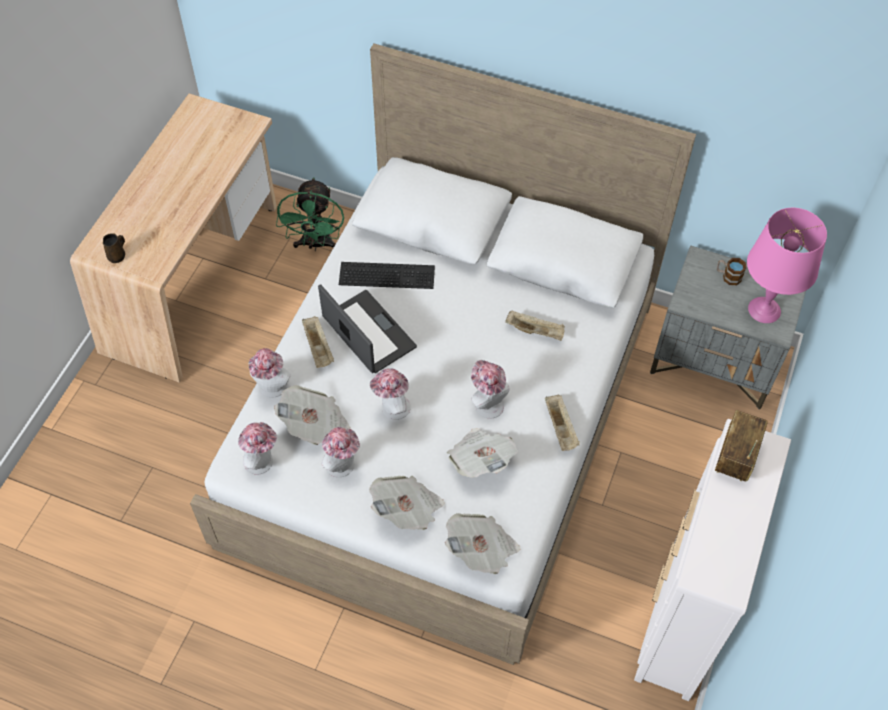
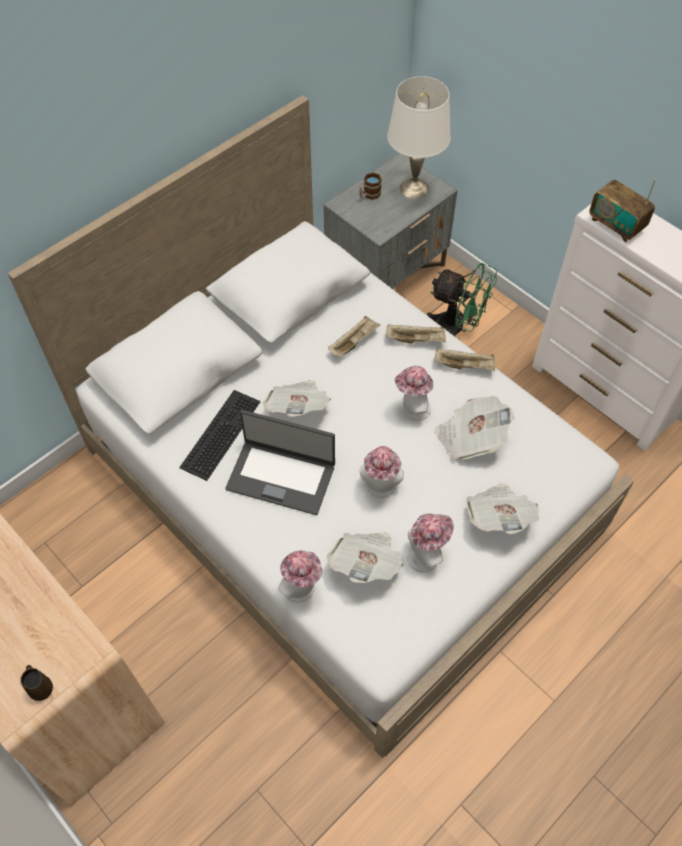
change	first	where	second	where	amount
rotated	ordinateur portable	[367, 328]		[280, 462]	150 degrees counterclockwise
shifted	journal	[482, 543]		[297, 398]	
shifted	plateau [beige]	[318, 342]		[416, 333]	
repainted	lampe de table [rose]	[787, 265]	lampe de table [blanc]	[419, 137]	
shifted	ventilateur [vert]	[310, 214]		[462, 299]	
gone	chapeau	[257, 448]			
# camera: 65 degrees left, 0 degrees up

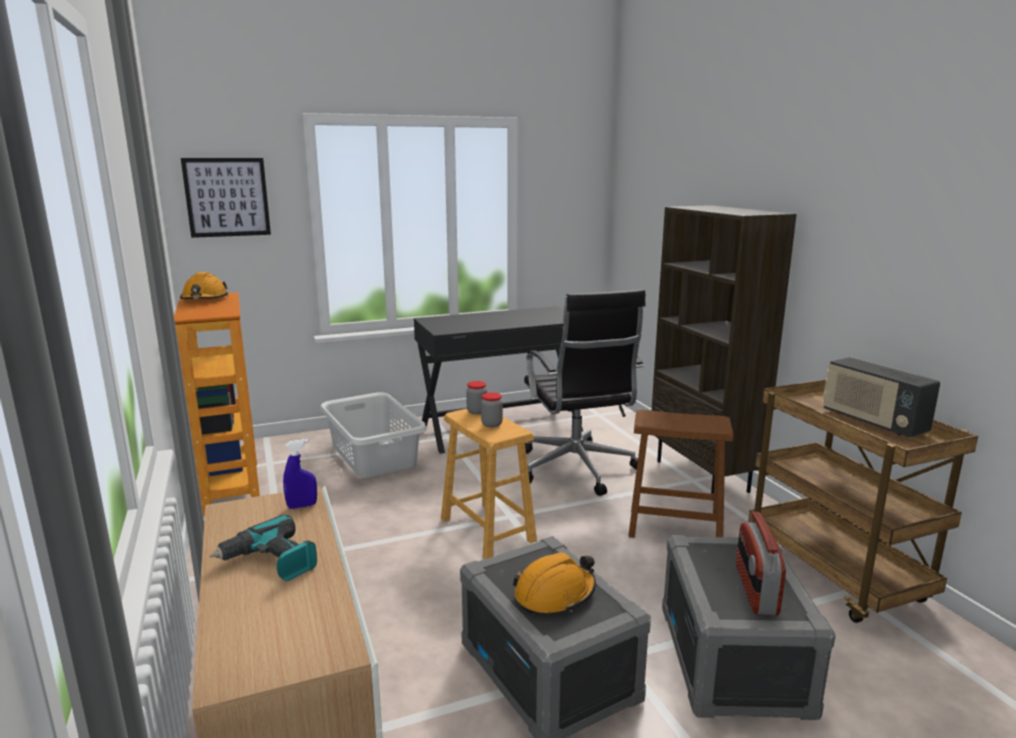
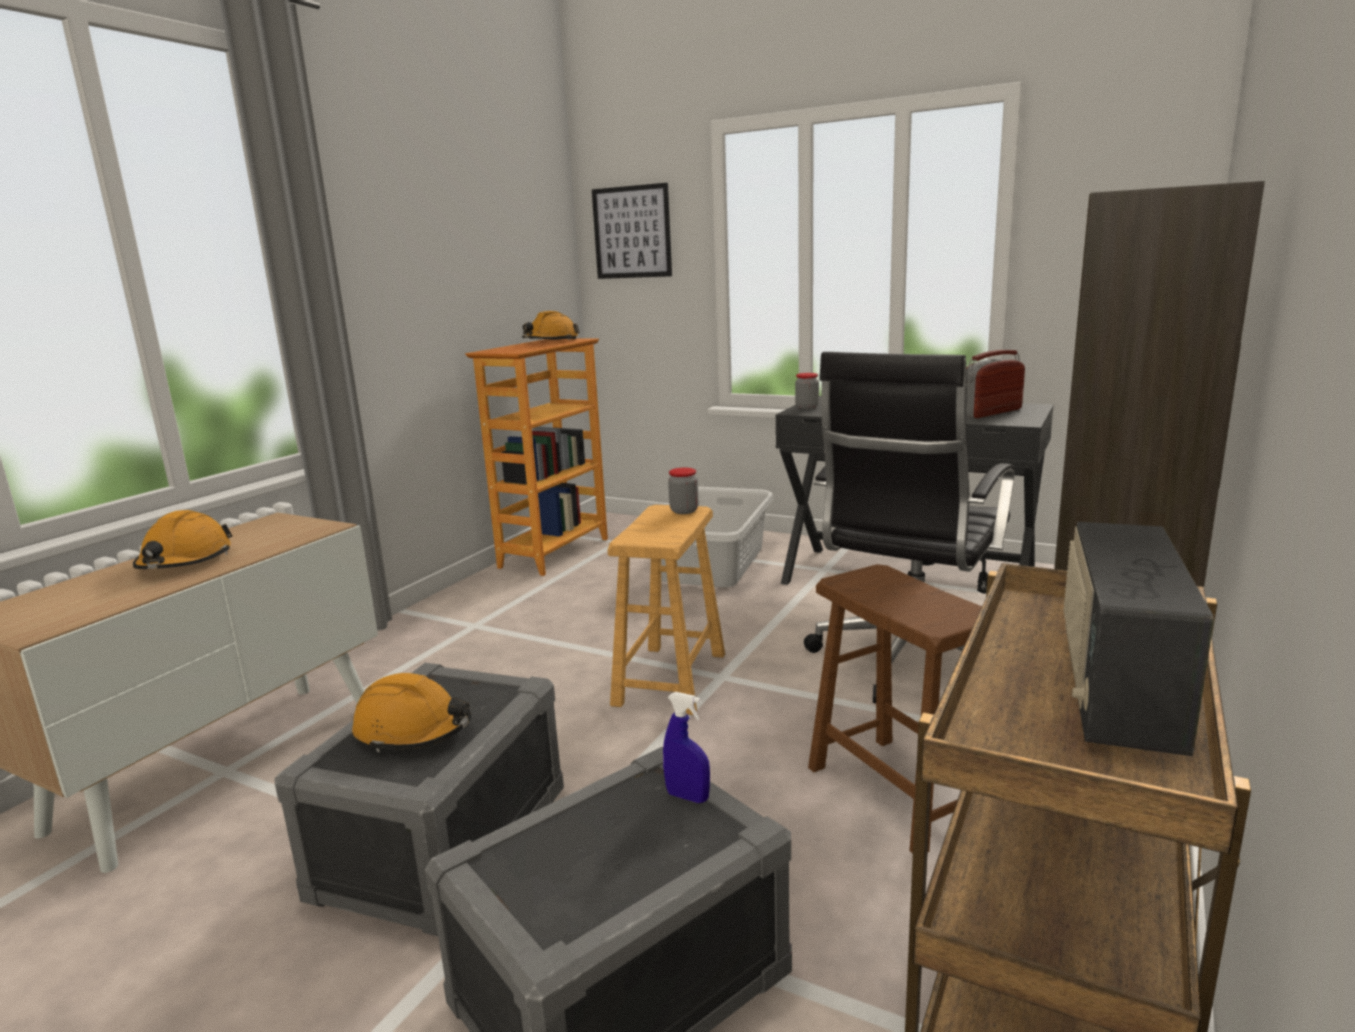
change	first	where	second	where	amount
swapped	perceuse	[263, 548]	casque de chantier [orange]	[182, 539]	
shifted	vaporisateur [bleu]	[300, 474]		[686, 747]	
shifted	bocal	[492, 409]		[807, 391]	
shifted	radio	[761, 564]		[995, 384]	
# camera: 50 degrees right, 0 degrees up

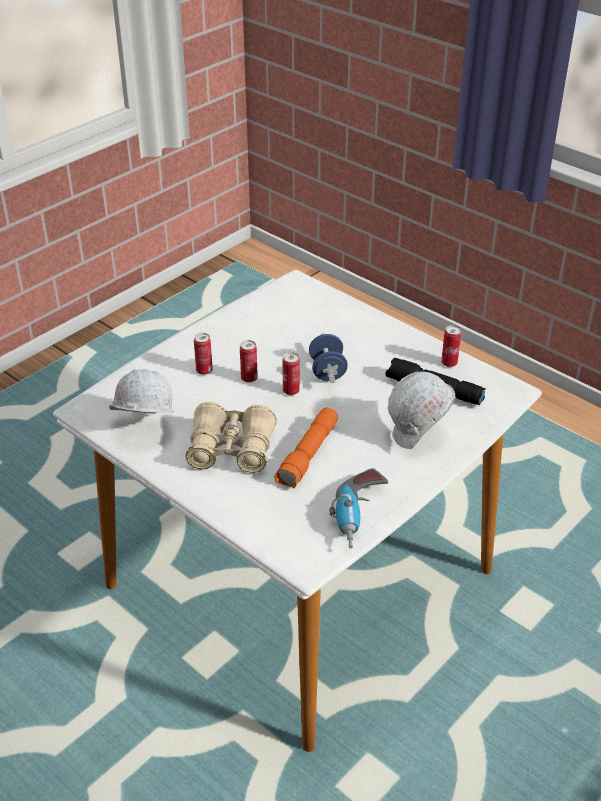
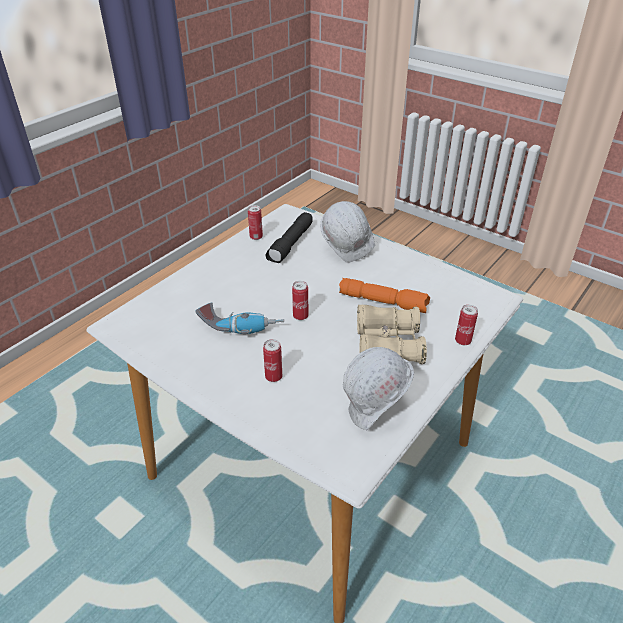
change	first	where	second	where	amount
shifted	perceuse	[358, 508]		[239, 318]	
shifted	boîte métallique	[249, 361]		[466, 325]	
gone	haltère [bleu]	[328, 358]			
# camera: 95 degrees left, 0 degrees up

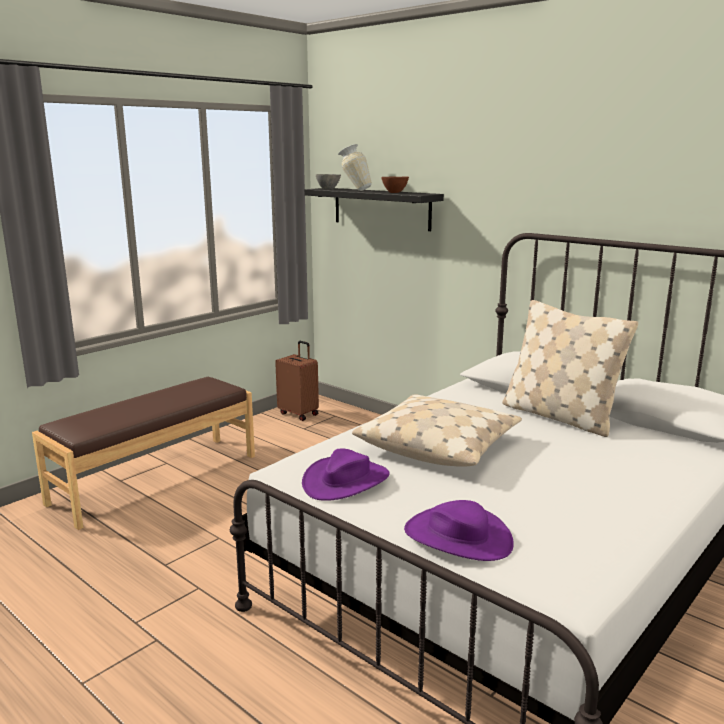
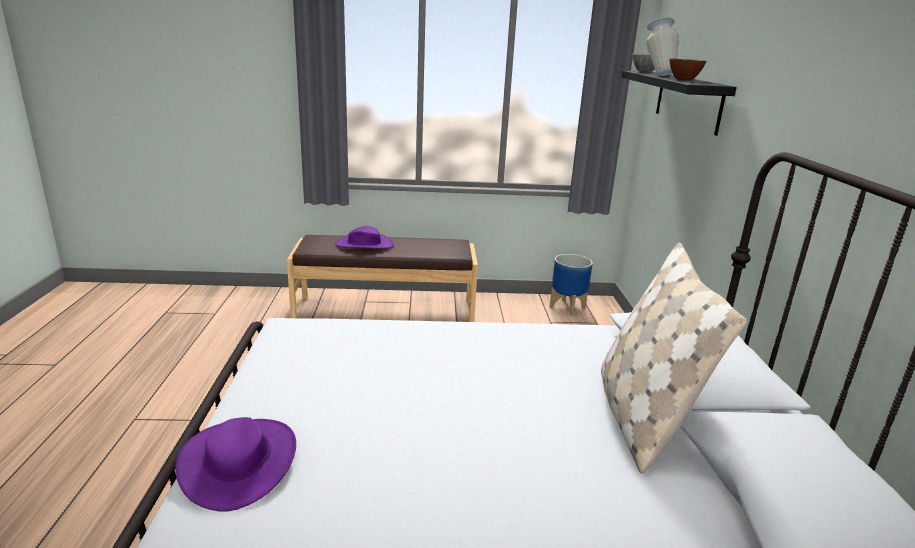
change	first	where	second	where	amount
shifted	chapeau [violet]	[346, 474]		[364, 237]	
swapped	valise [marron]	[297, 381]	cache-pot	[571, 285]	
gone	coussin [beige]	[437, 430]			
# camera: 45 degrees right, 5 degrees up

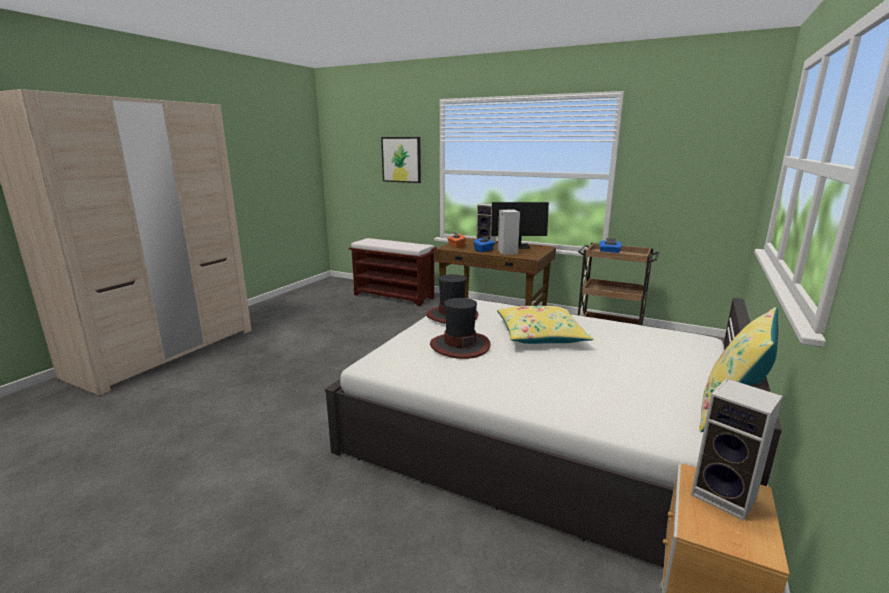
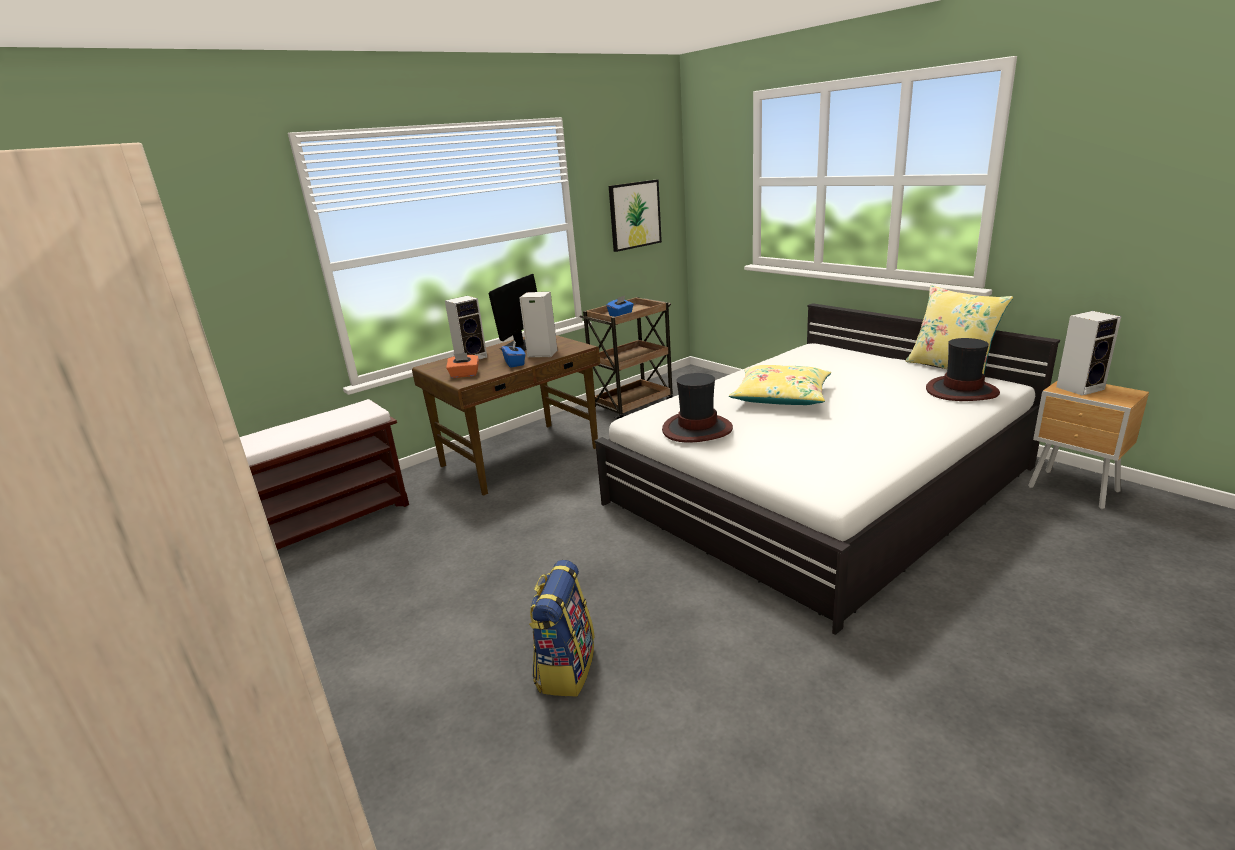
change	first	where	second	where	amount
new			sac à dos	[562, 628]	
shifted	tableau	[401, 160]		[635, 216]	
shifted	chapeau	[460, 328]		[963, 369]	
# camera: 65 degrees left, 5 degrees up

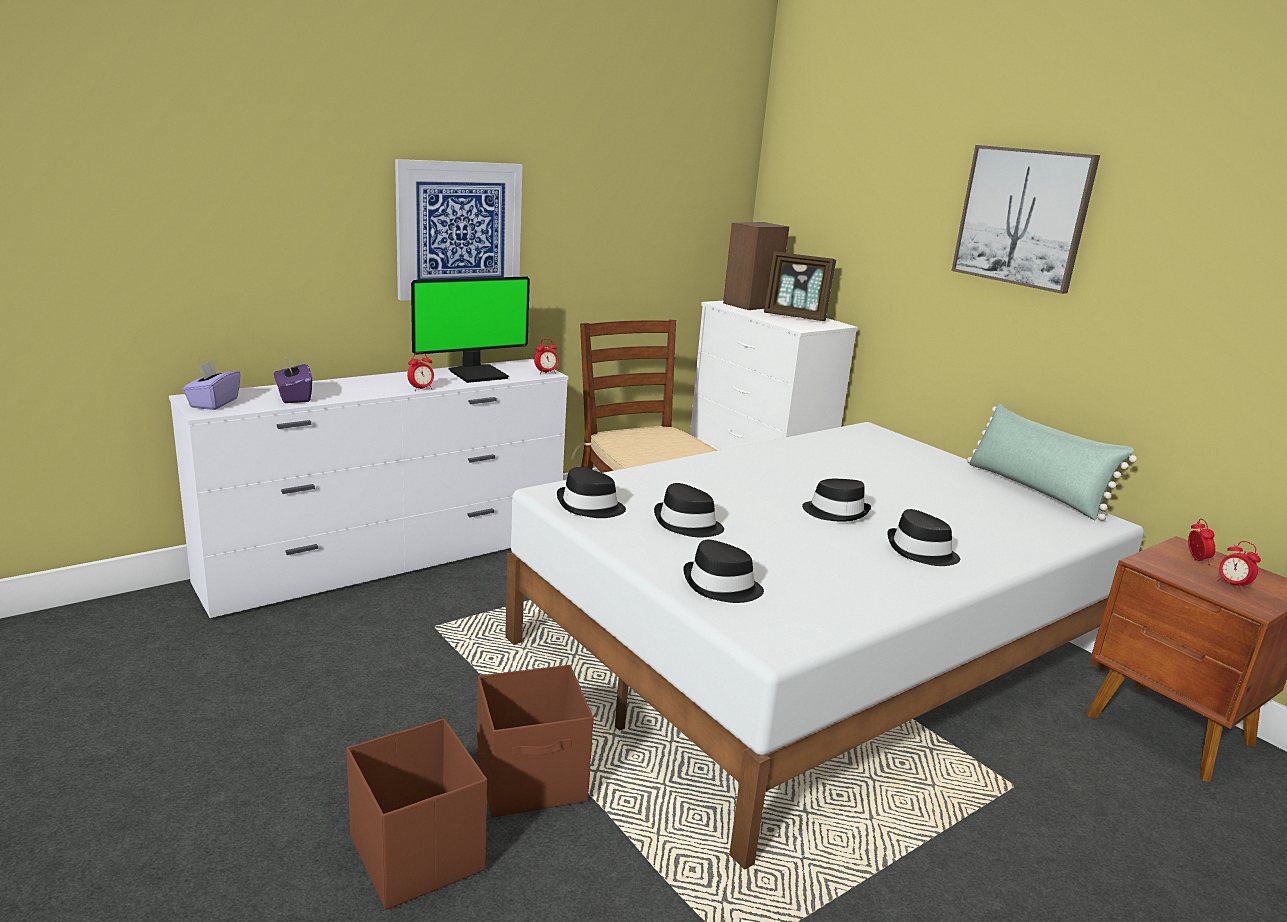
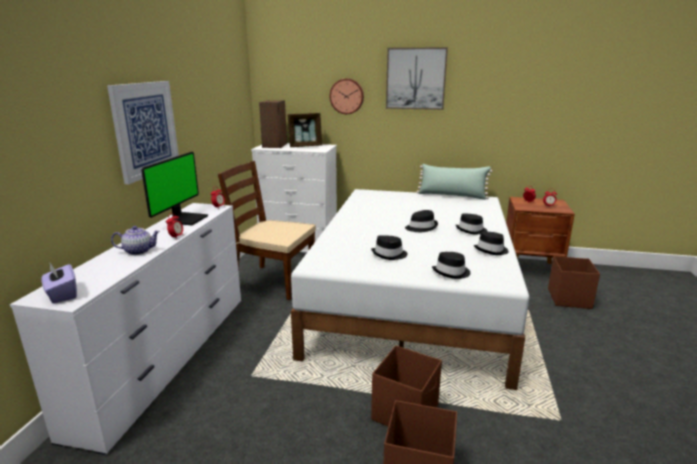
change	first	where	second	where	amount
new			théière	[135, 240]	
new			horloge murale	[346, 96]	
shifted	chapeau [noir]	[591, 492]		[491, 243]	
new			boîte de rangement [marron]	[574, 282]	
gone	boîte à mouchoirs [violet]	[293, 380]			
# camera: 40 degrees left, 0 degrees up

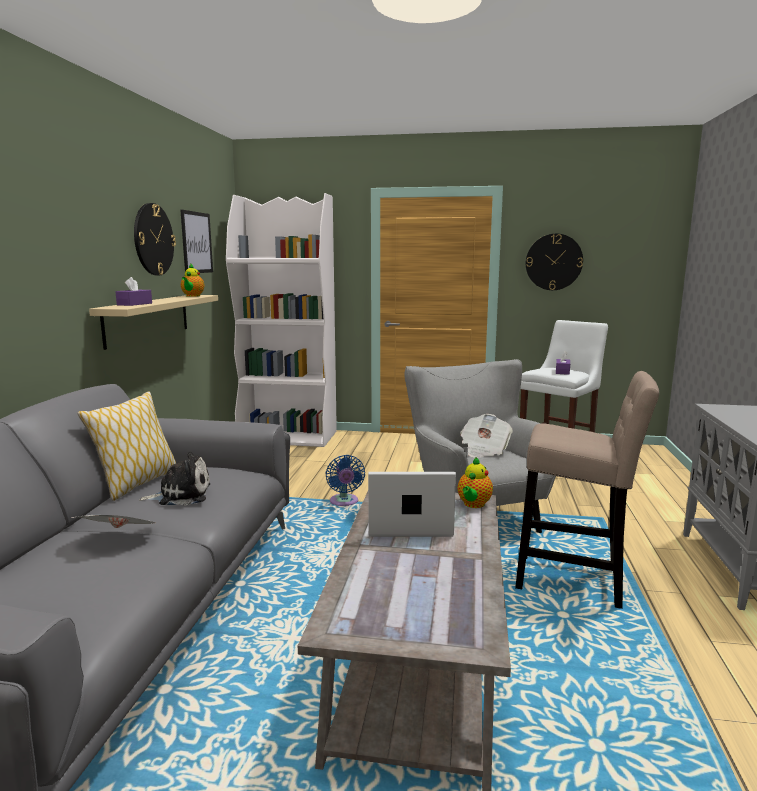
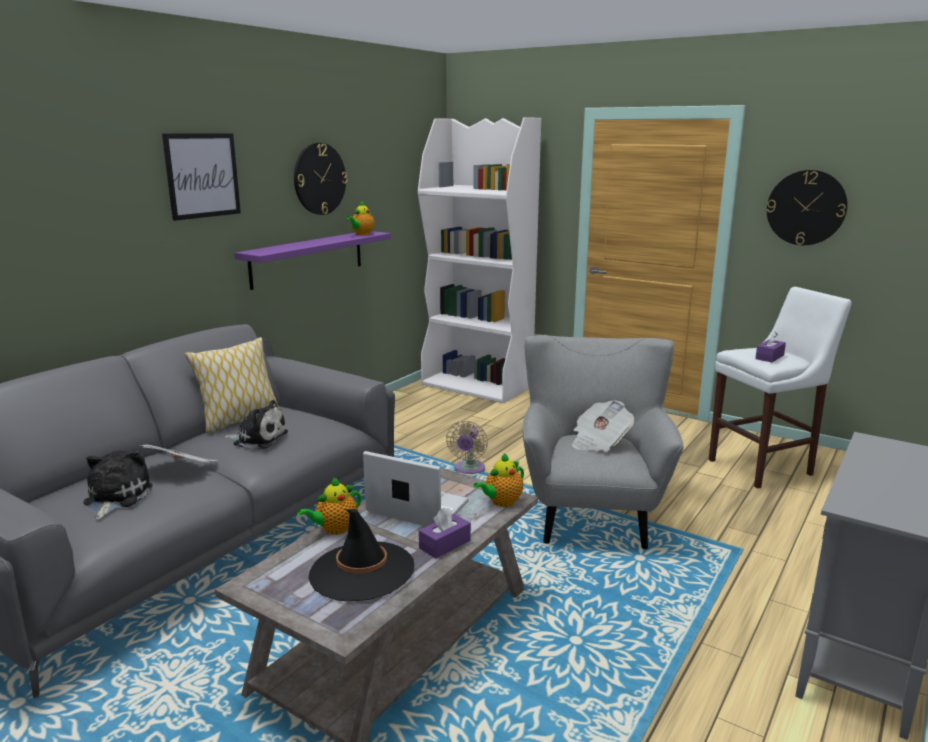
change	first	where	second	where	amount
new			peluche	[118, 484]	
shifted	tableau	[196, 241]		[201, 177]	
repainted	étagère [beige]	[153, 322]	étagère [violet]	[313, 260]	
new			théière	[329, 506]	
new			chapeau [noir]	[361, 555]	
shifted	boîte à mouchoirs [violet]	[133, 291]		[445, 532]	
repainted	ventilateur [bleu]	[345, 480]	ventilateur [beige]	[467, 447]	
gone	tabouret [beige]	[587, 490]			
# camera: 25 degrees right, 5 degrees up

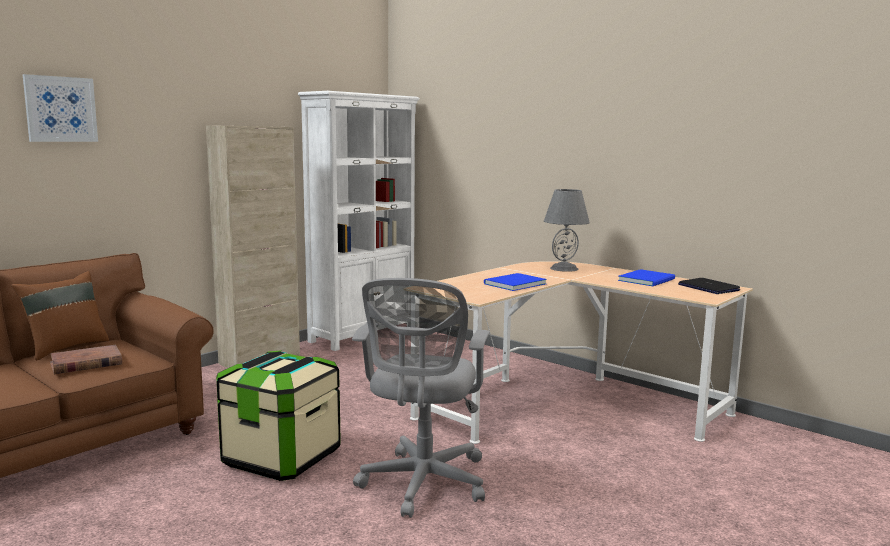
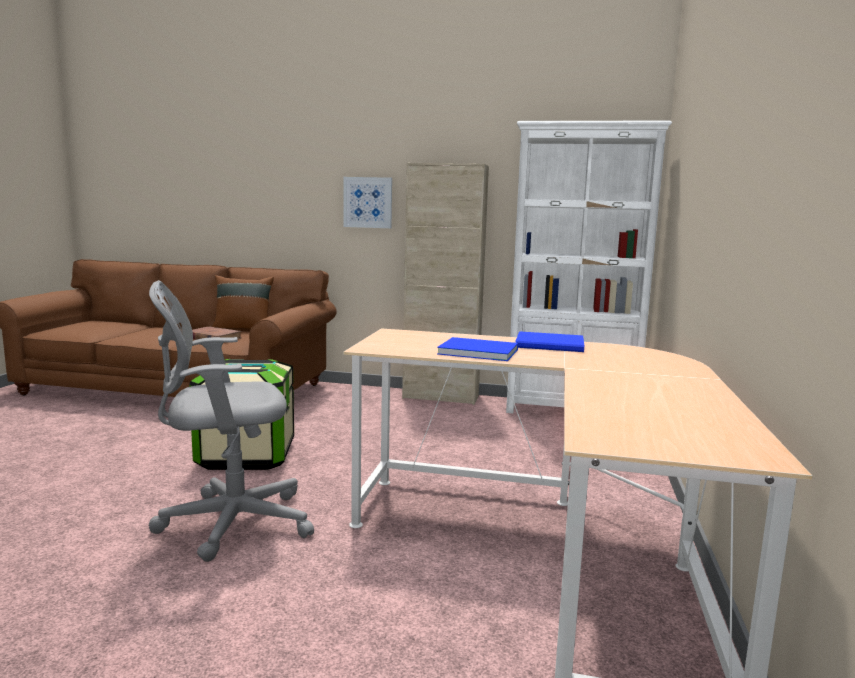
change	first	where	second	where	amount
shifted	tableau	[60, 108]		[367, 202]	
shifted	livre [bleu]	[646, 277]		[549, 341]	
gone	lampe de table [gris]	[567, 230]			
gone	ordinateur portable	[709, 286]			
# camera: 60 degrees right, 0 degrees up

